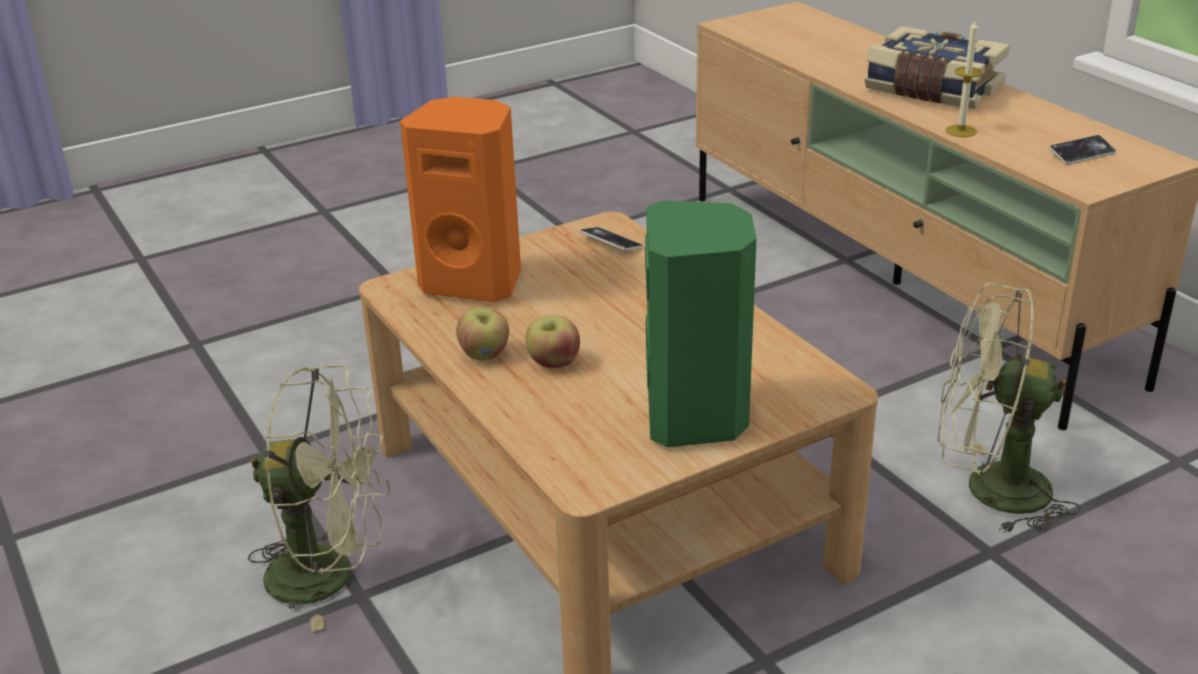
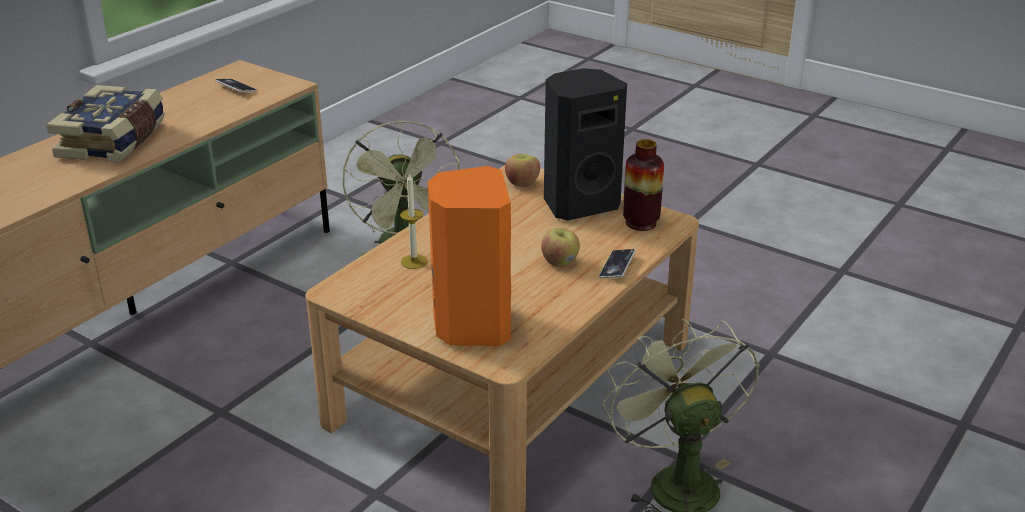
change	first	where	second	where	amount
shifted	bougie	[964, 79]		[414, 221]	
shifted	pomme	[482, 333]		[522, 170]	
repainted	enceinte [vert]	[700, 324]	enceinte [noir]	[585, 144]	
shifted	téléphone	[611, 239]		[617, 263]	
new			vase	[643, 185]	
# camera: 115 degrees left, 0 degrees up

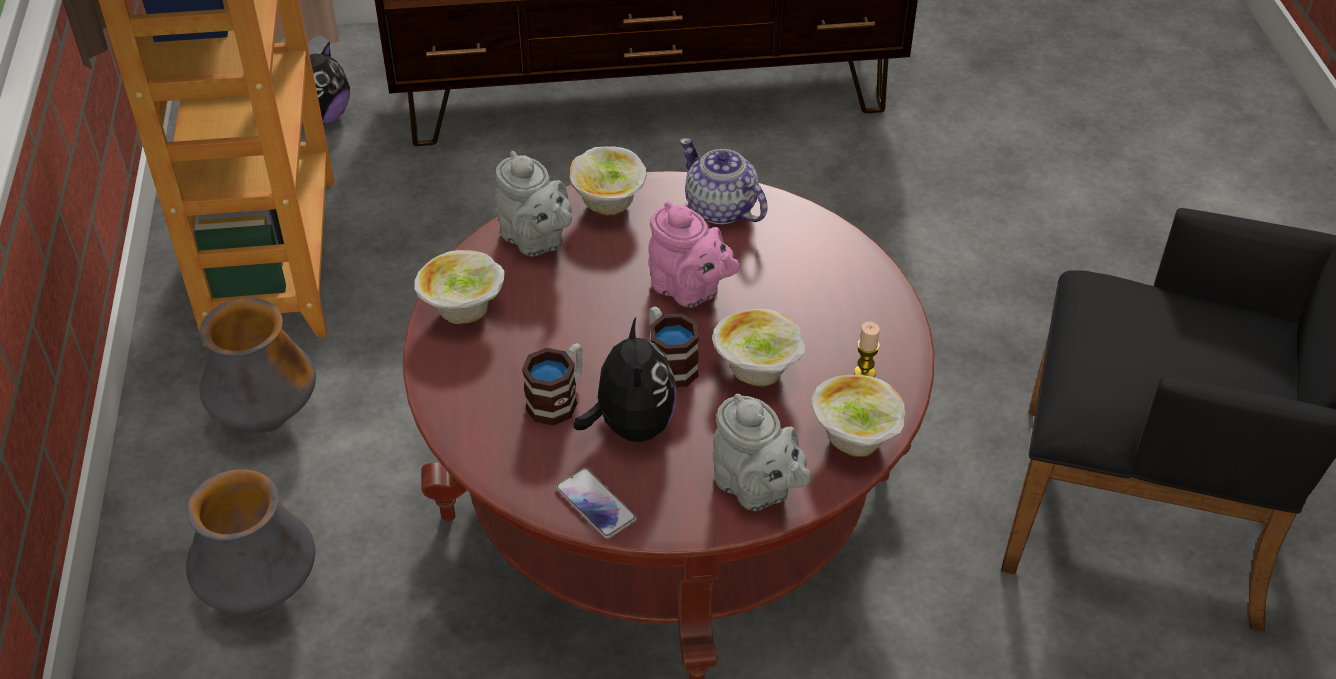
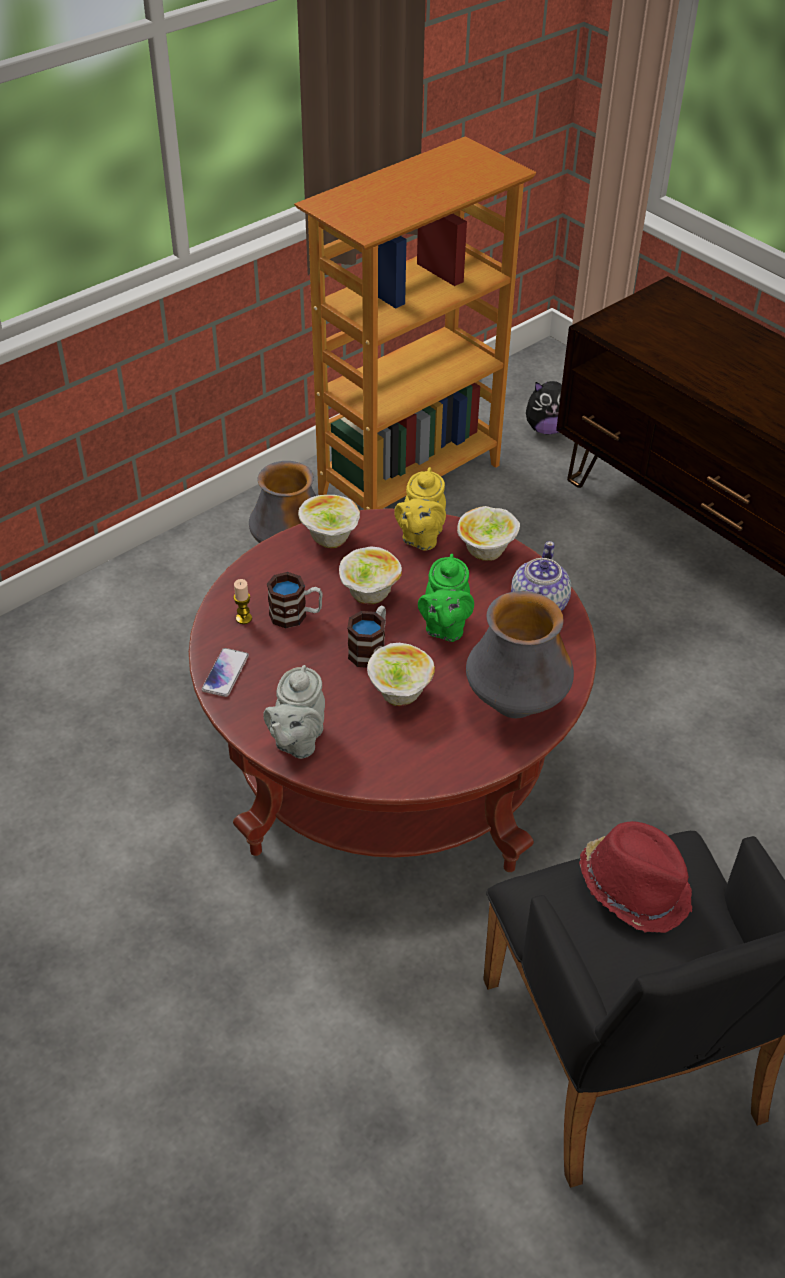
change	first	where	second	where	amount
shifted	bougie	[867, 350]		[243, 601]	
shifted	bol	[858, 416]		[370, 575]	
repainted	théière [gris]	[533, 203]	théière [jaune]	[420, 509]	
repainted	théière [rose]	[693, 254]	théière [vert]	[446, 598]	
shifted	vase	[250, 541]		[520, 654]	
new			chapeau [rouge]	[635, 877]	
gone	peluche	[625, 379]			
# camera: 55 degrees right, 0 degrees up

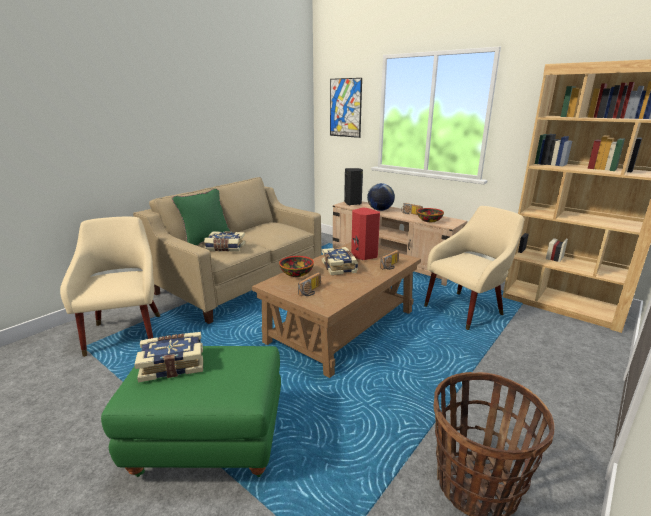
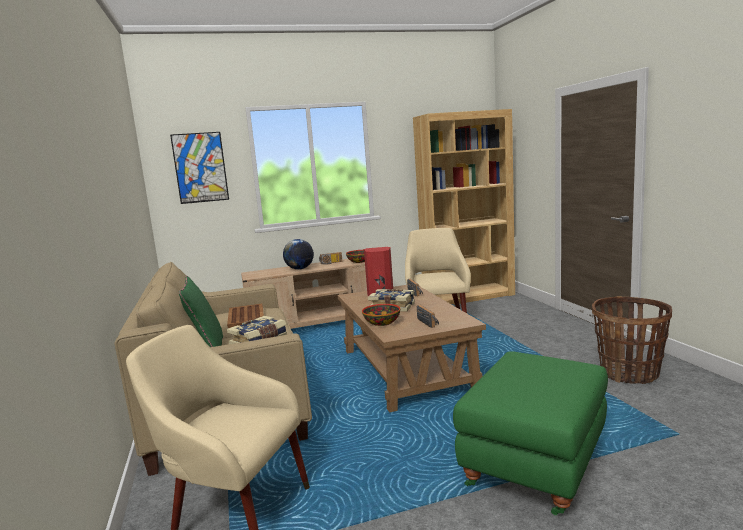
change	first	where	second	where	amount
new			plateau [marron]	[245, 316]	
gone	livre	[168, 357]			
gone	enceinte [noir]	[353, 186]			
# camera: 55 degrees left, 10 degrees down

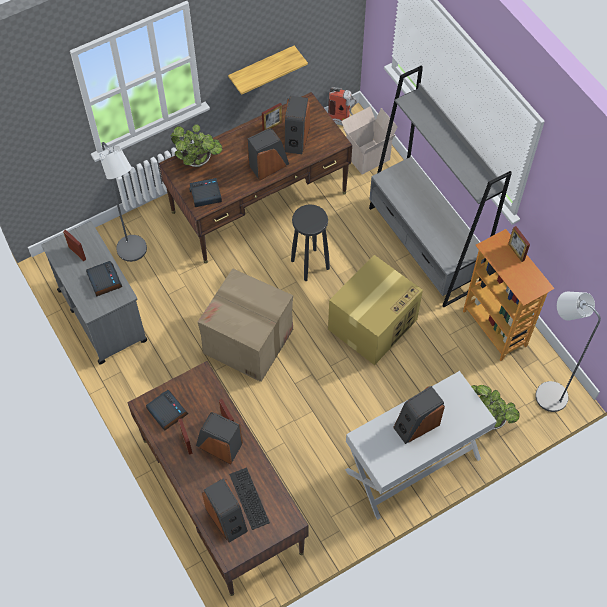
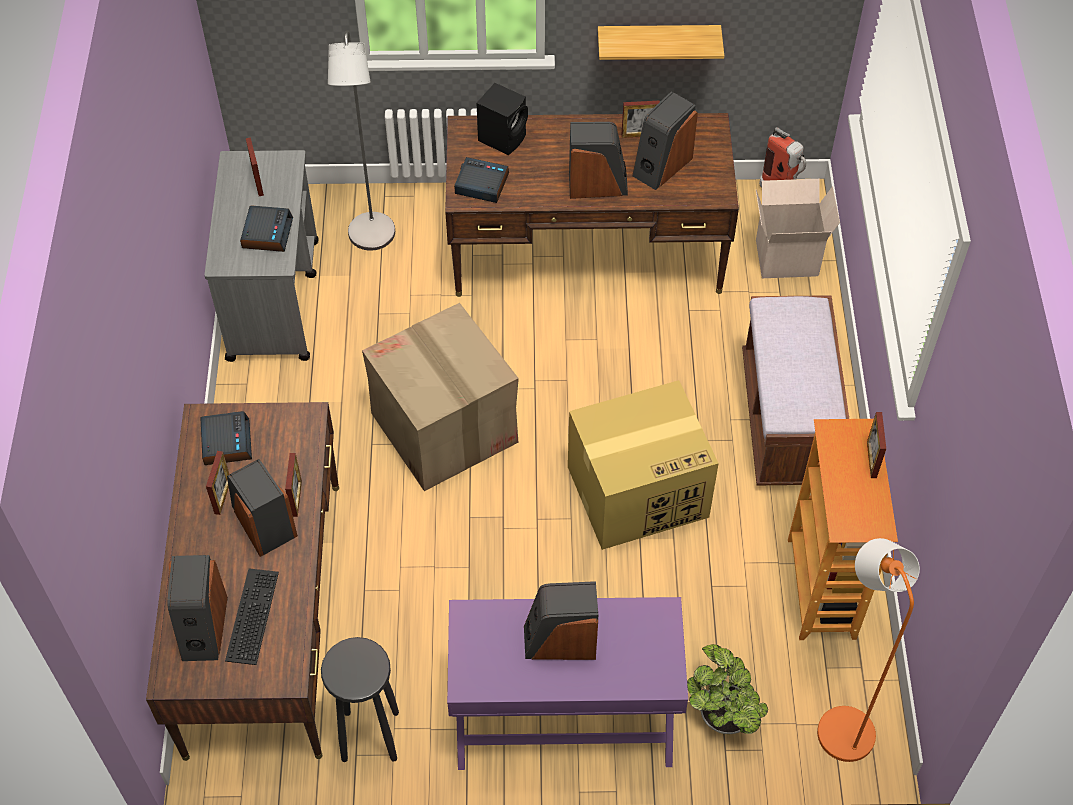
change	first	where	second	where	amount
shifted	tabouret [noir]	[310, 242]		[360, 699]	
repainted	table console [blanc]	[421, 445]	table console [violet]	[567, 683]	
swapped	plante en pot	[196, 145]	enceinte [noir]	[502, 119]	
swapped	bibliothèque [gris]	[440, 186]	banc [marron]	[795, 390]	
repainted	lampadaire [gris]	[568, 352]	lampadaire [orange]	[868, 650]	
# camera: 30 degrees right, 5 degrees down

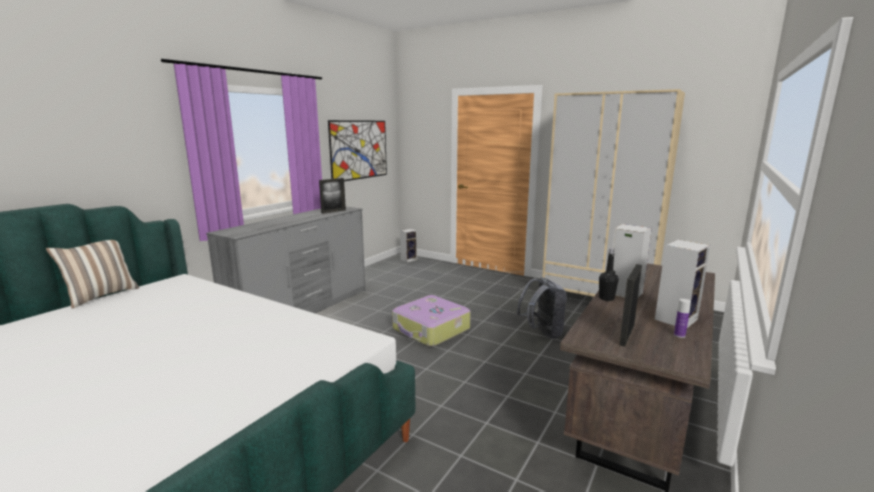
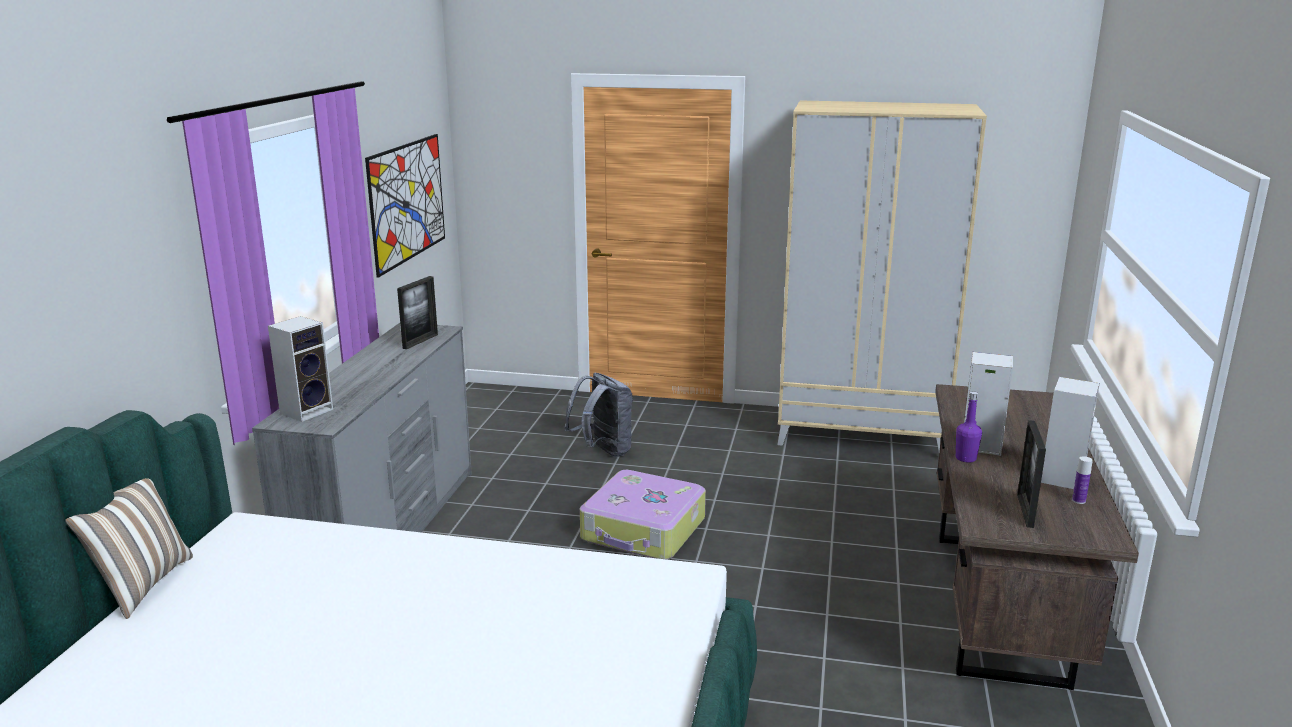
change	first	where	second	where	amount
shifted	enceinte	[408, 245]		[300, 369]	
shifted	sac à dos [gris]	[542, 308]		[598, 415]	
repainted	bouteille [noir]	[608, 274]	bouteille [violet]	[969, 427]	
# camera: 20 degrees left, 5 degrees up

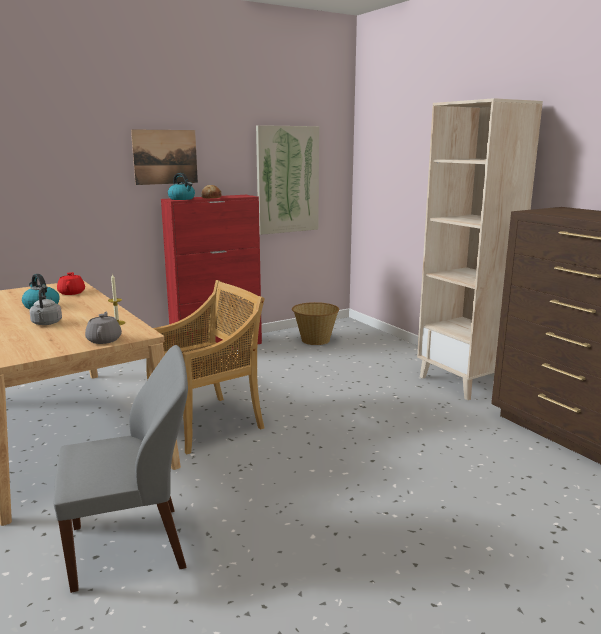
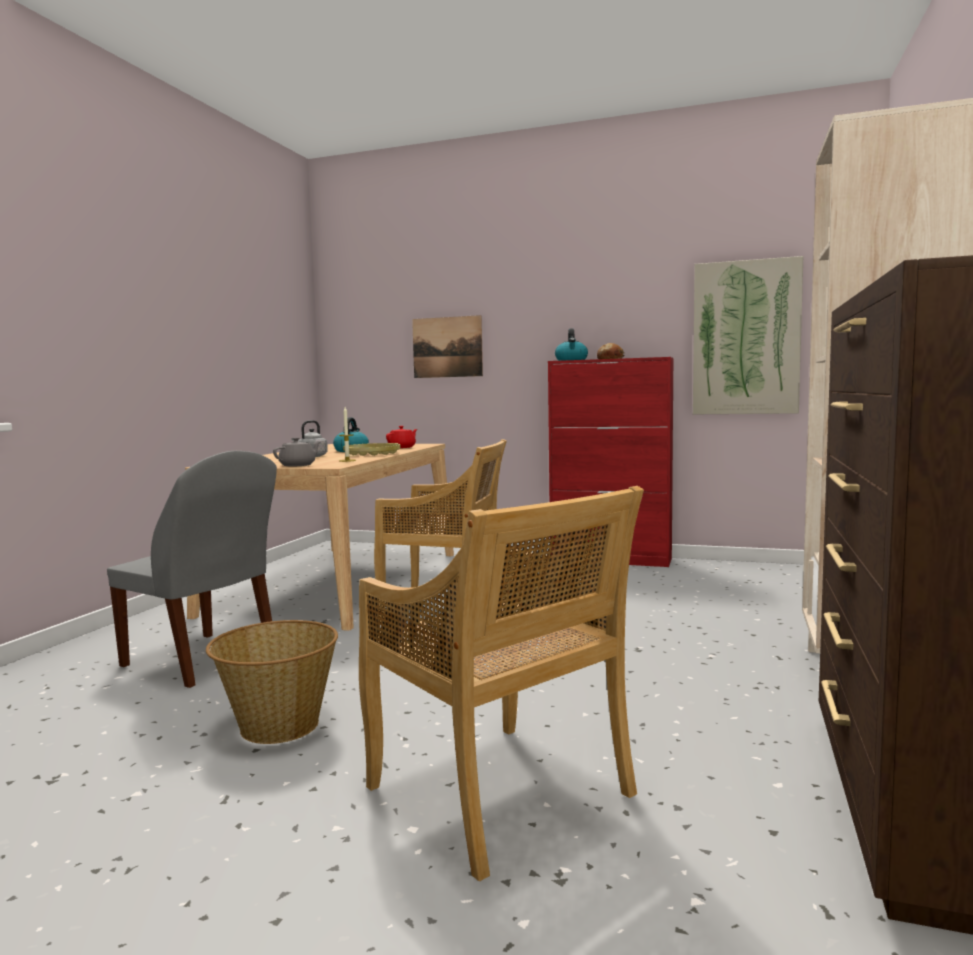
change	first	where	second	where	amount
shifted	panier	[315, 323]		[272, 682]	
new			plateau [jaune]	[372, 449]	
new			chaise [beige]	[501, 683]	
shifted	tableau	[164, 157]		[447, 346]	
# camera: 50 degrees right, 10 degrees down

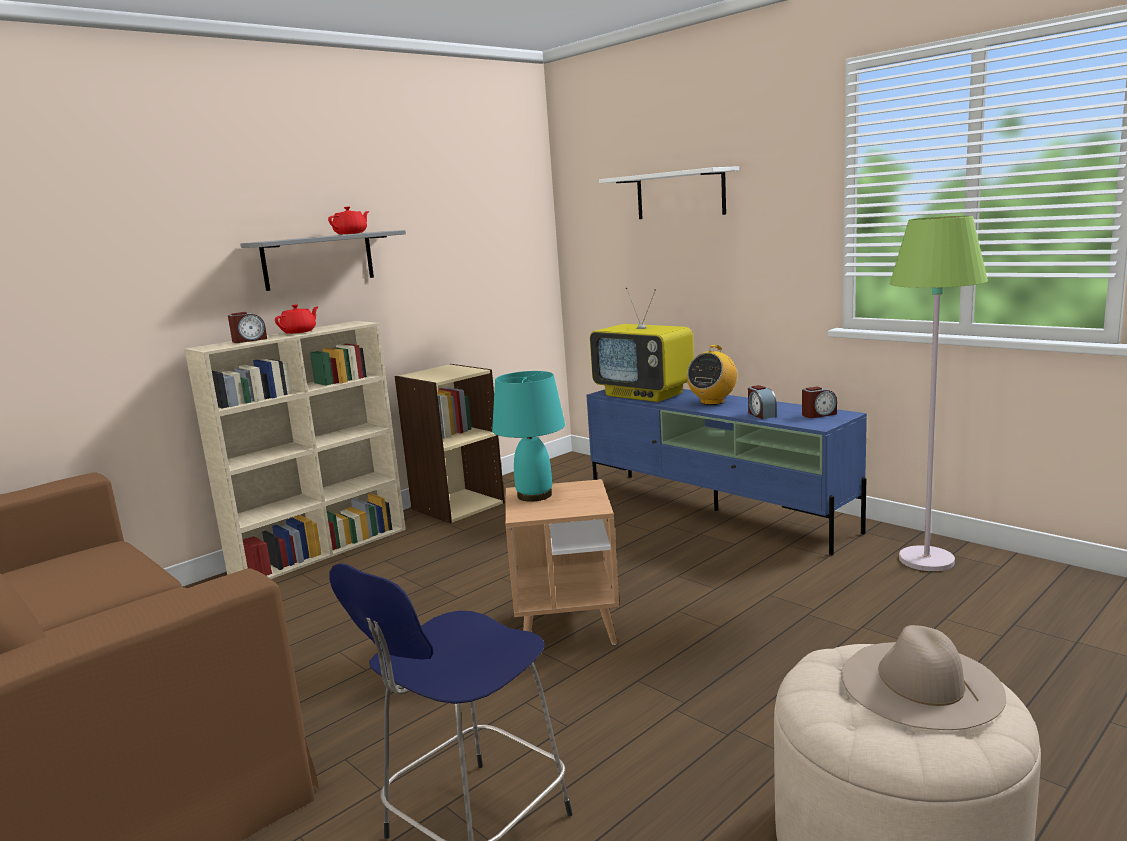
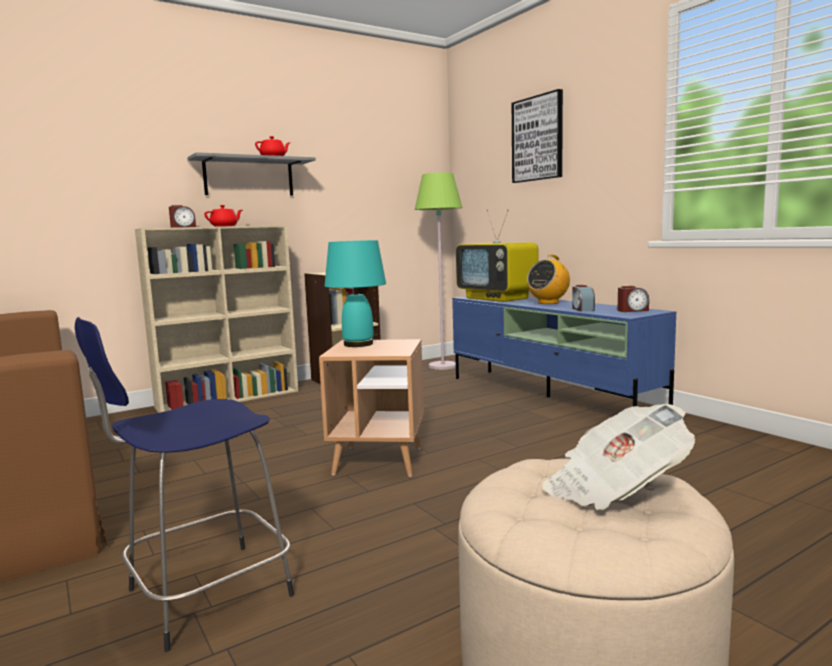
change	first	where	second	where	amount
shifted	lampadaire [vert]	[939, 393]		[439, 271]	
swapped	étagère [blanc]	[669, 192]	tableau	[537, 136]	
swapped	chapeau [beige]	[923, 677]	journal	[618, 457]	
# camera: 10 degrees right, 5 degrees down

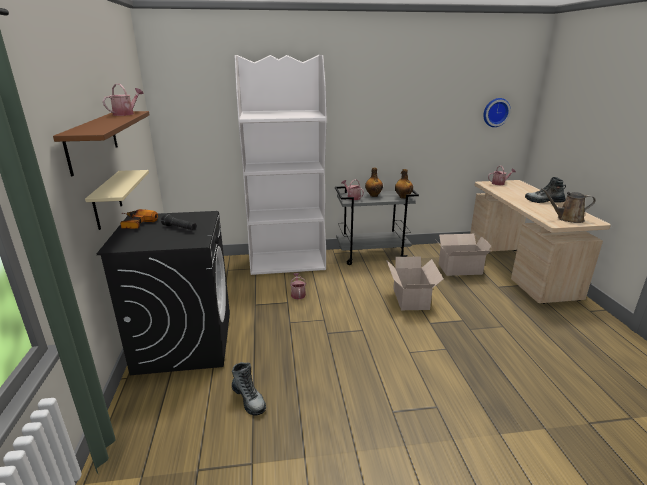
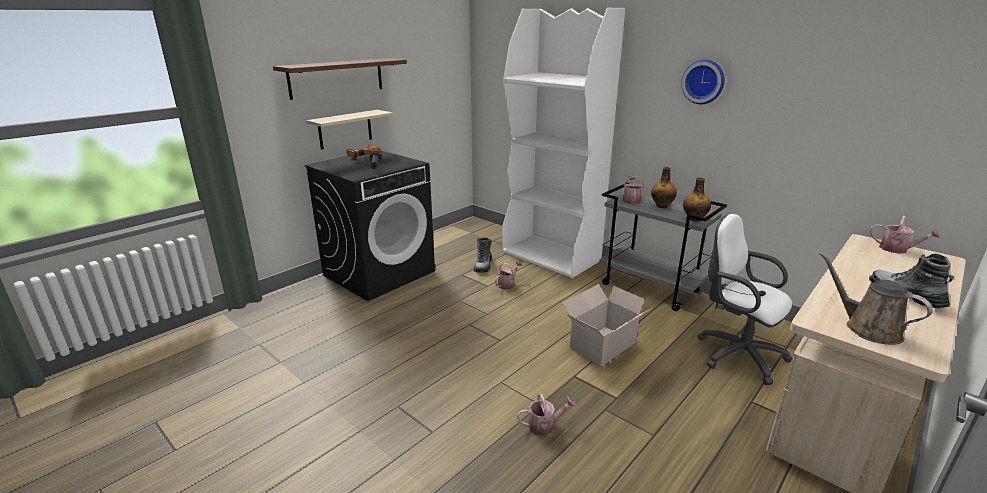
change	first	where	second	where	amount
shifted	botte	[249, 389]		[483, 255]	
shifted	arrosoir	[123, 100]		[546, 415]	
shifted	horloge murale	[497, 112]		[703, 81]	
swapped	carton	[463, 255]	chaise de bureau [blanc]	[744, 299]	
# camera: 50 degrees right, 0 degrees up

